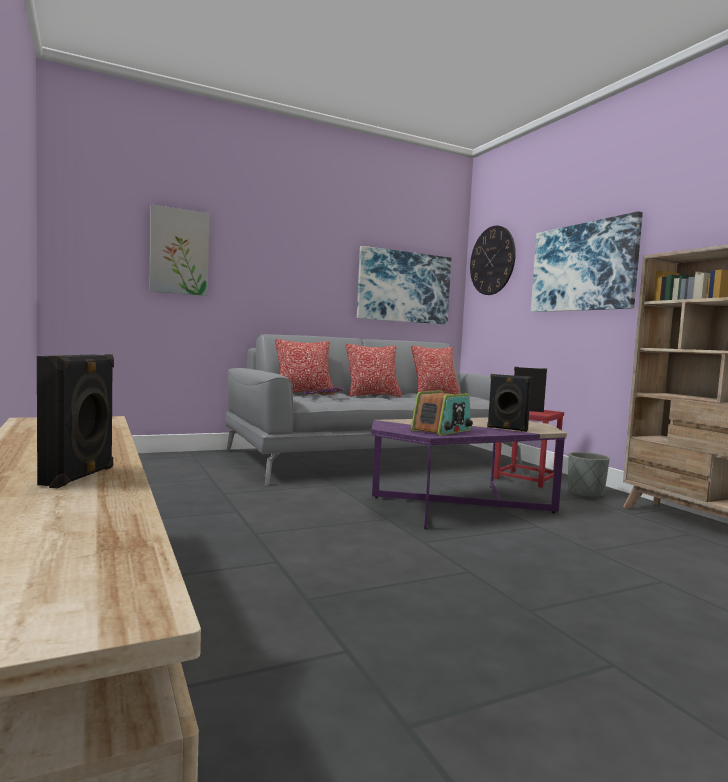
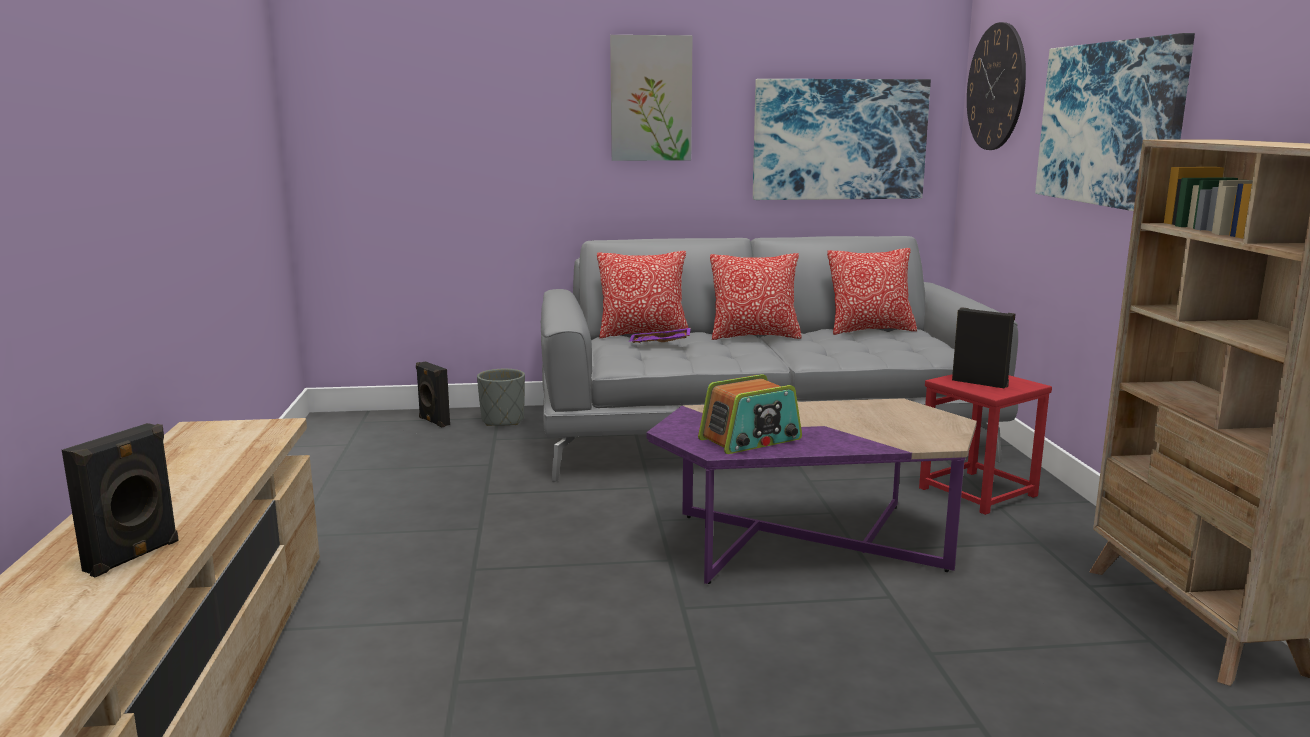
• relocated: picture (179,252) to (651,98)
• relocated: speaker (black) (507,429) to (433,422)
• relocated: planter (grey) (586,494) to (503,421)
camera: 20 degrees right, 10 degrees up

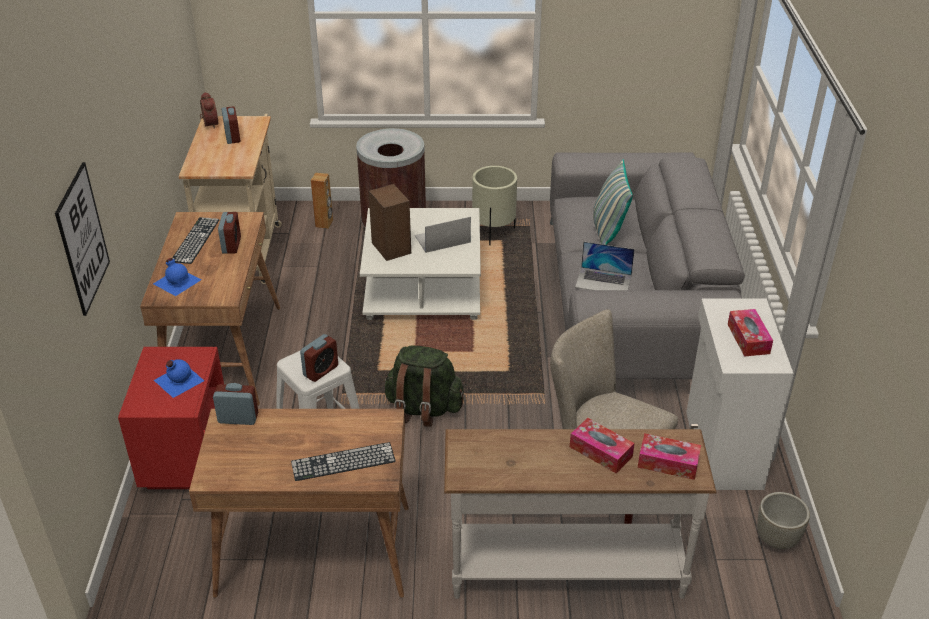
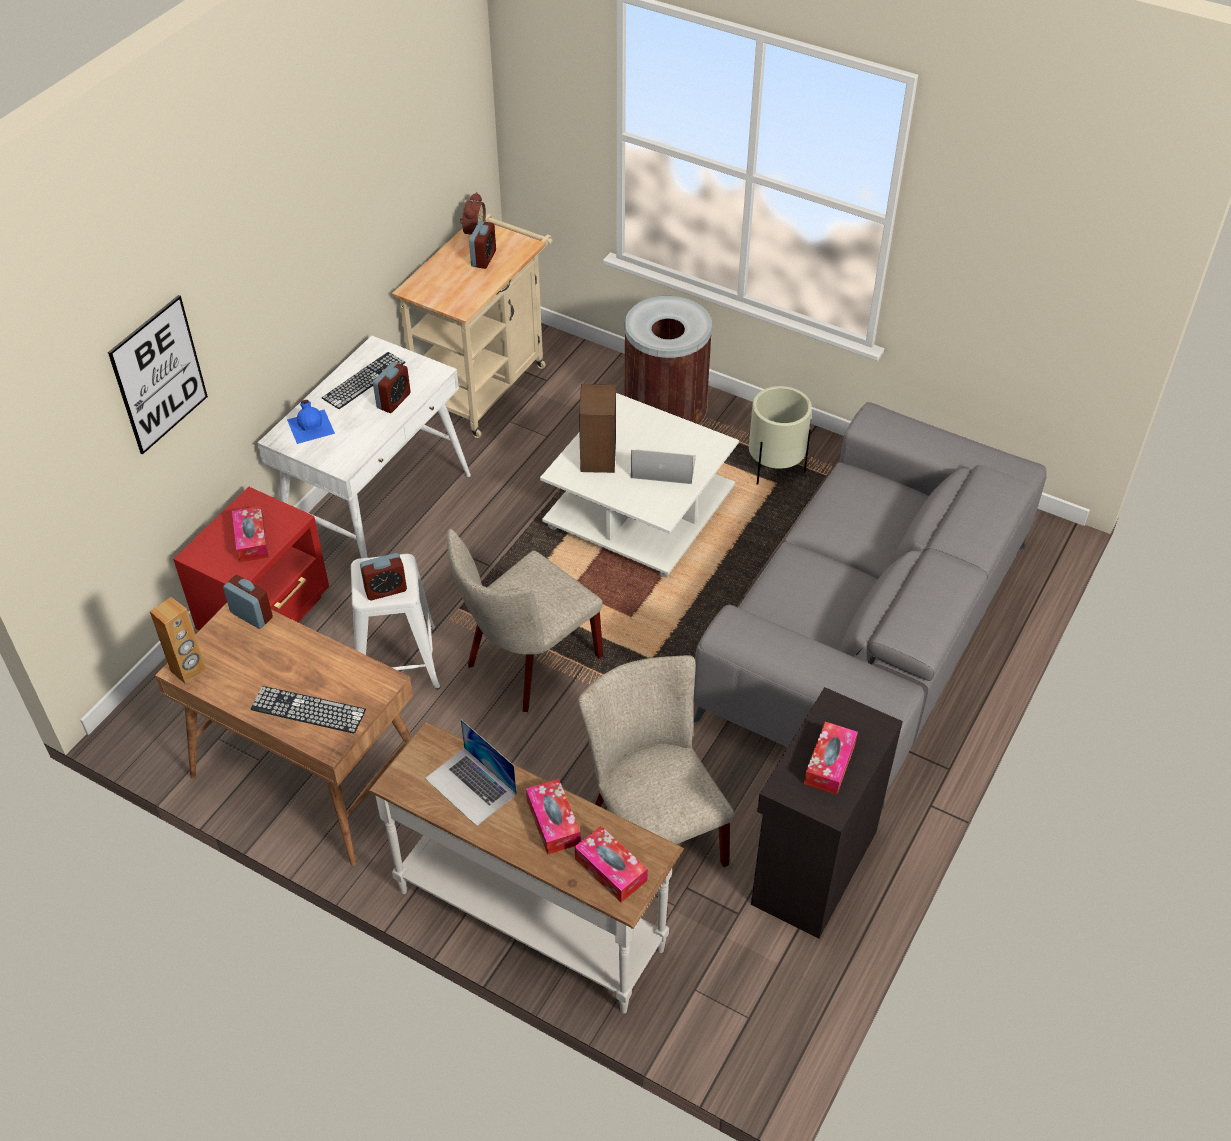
• colour: desk (brown) (223,354) to desk (white) (377,509)
• exchanged: bottle (blue) (178,380) to tissue box (252,540)
• relocated: speaker (brown) (324,223) to (188,670)
• exchanged: backpack (green) (423,409) to chair (beige) (527,664)
• relocated: laptop (603,281) to (471,786)
• missing: pillow (608,230)
• colour: cabinet (white) (721,450) to cabinet (black) (811,867)
• missing: planter (grey) (776,539)
camera: 30 degrees right, 10 degrees up

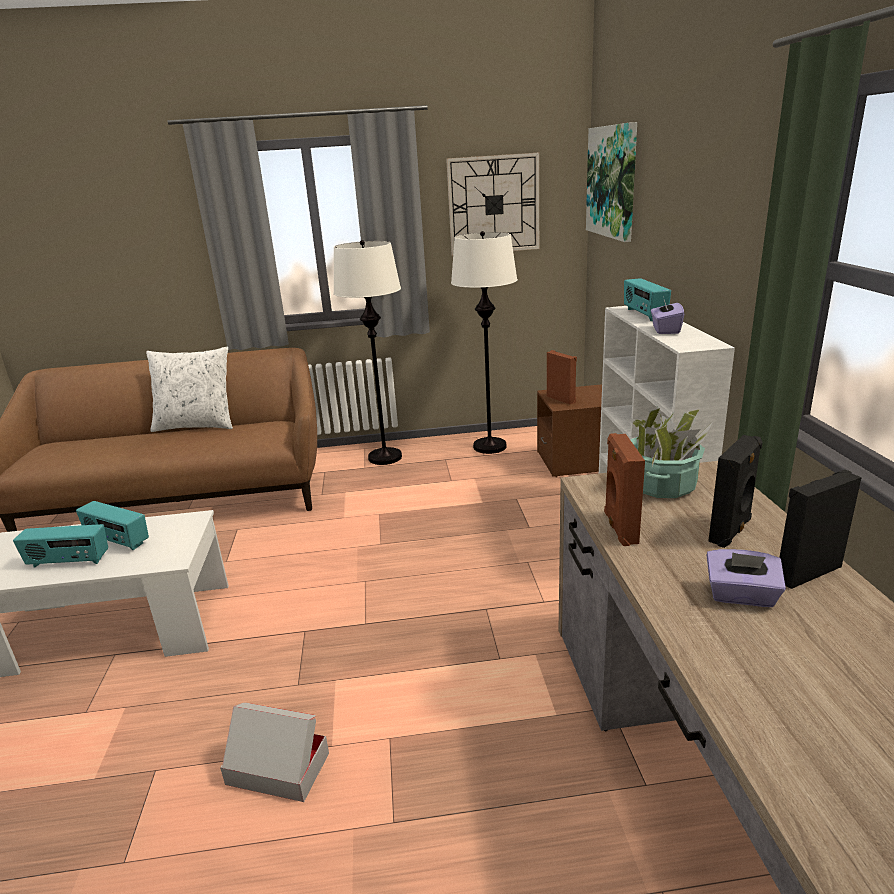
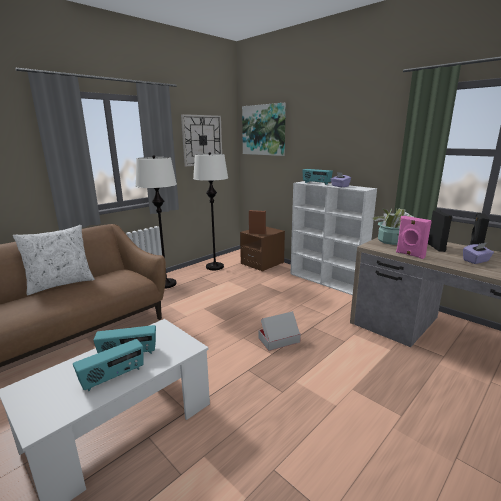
• relocated: cardboard box (277,768) to (279,340)
• colour: speaker (brown) (619,528) to speaker (pink) (409,255)
camera: 40 degrees left, 5 degrees down

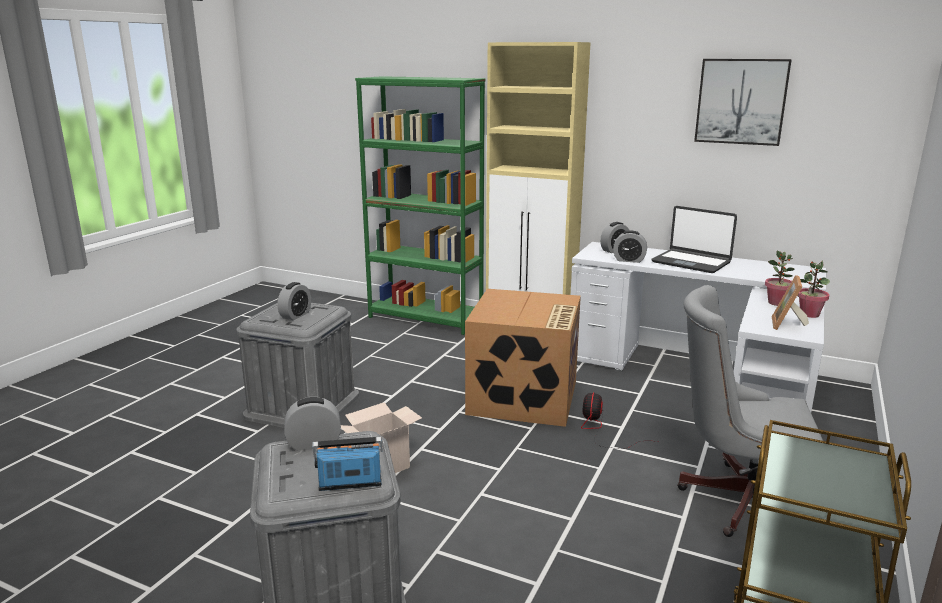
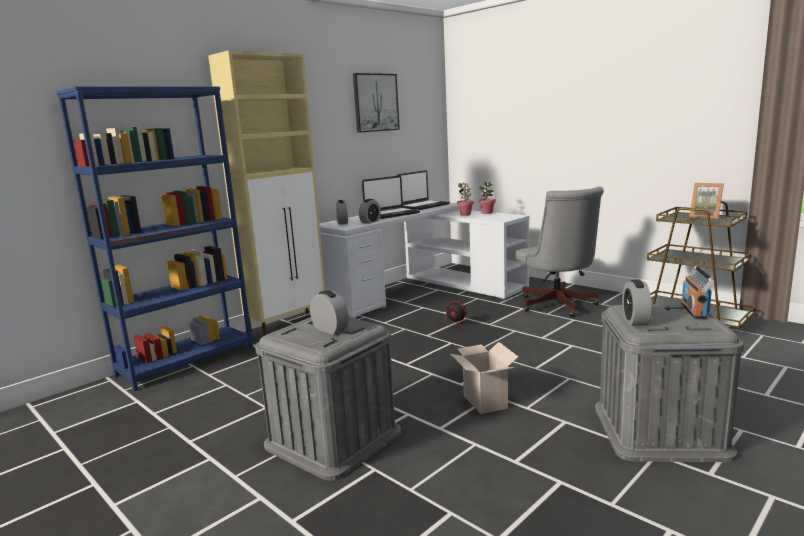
• colour: bookcase (green) (426,318) to bookcase (blue) (187,361)
• missing: cardboard box (524,398)
• spun: office chair (grey) (738,499) = (558,306) 45 degrees counterclockwise
• relocated: picture frame (788,325) to (705,218)
• appeared: laptop (423,206)
camera: 70 degrees left, 5 degrees down

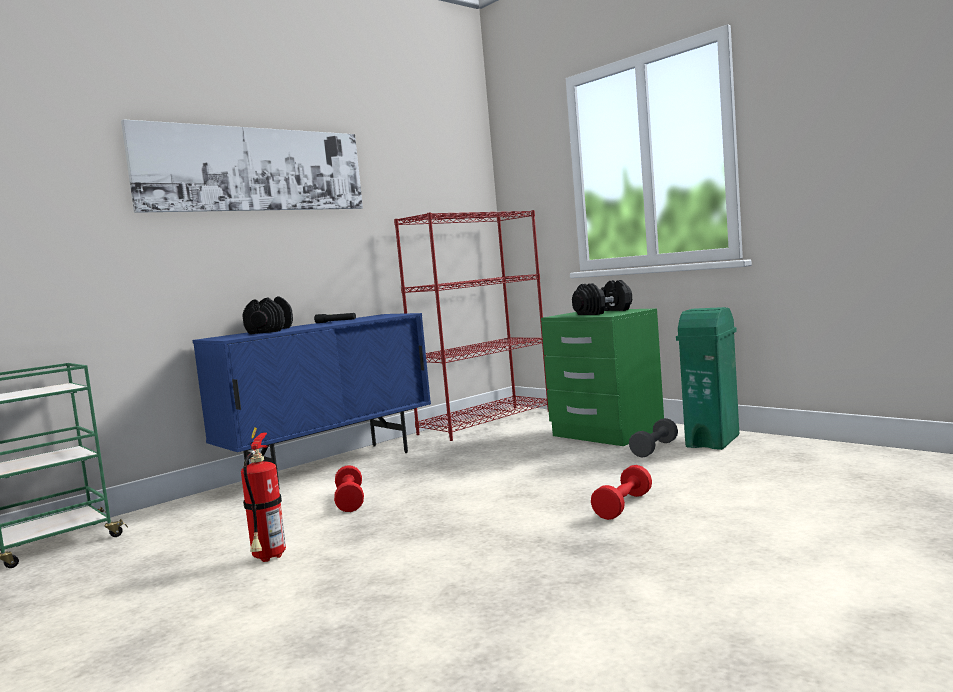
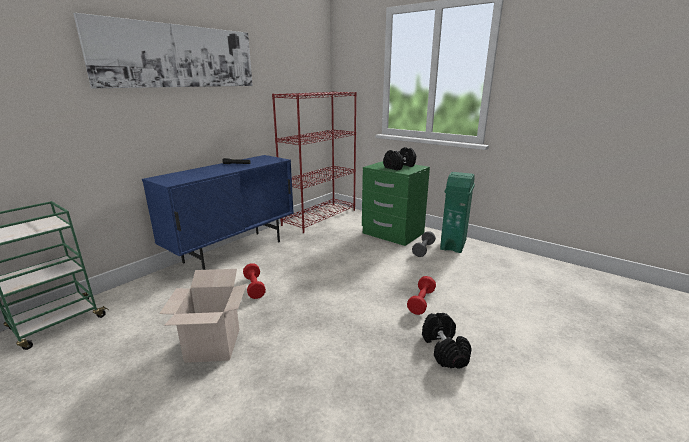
• exchanged: fire extinguisher (268,559) to cardboard box (213,345)
• relocated: dumbbell (black) (270,330) to (443,349)
camera: 10 degrees left, 15 degrees up

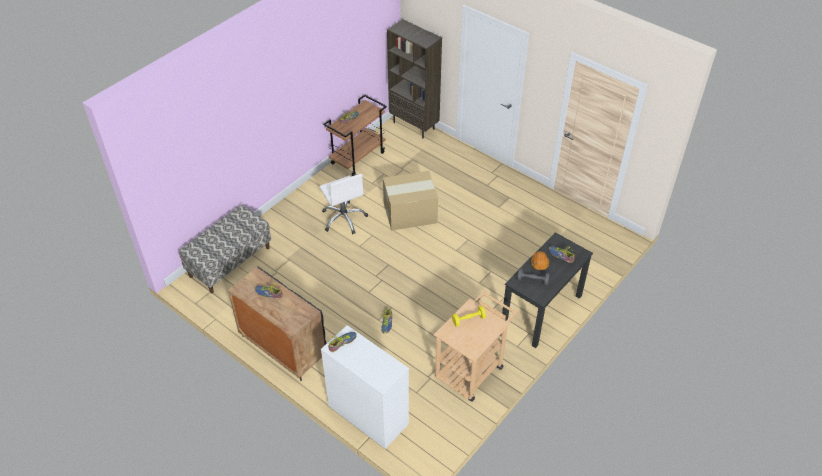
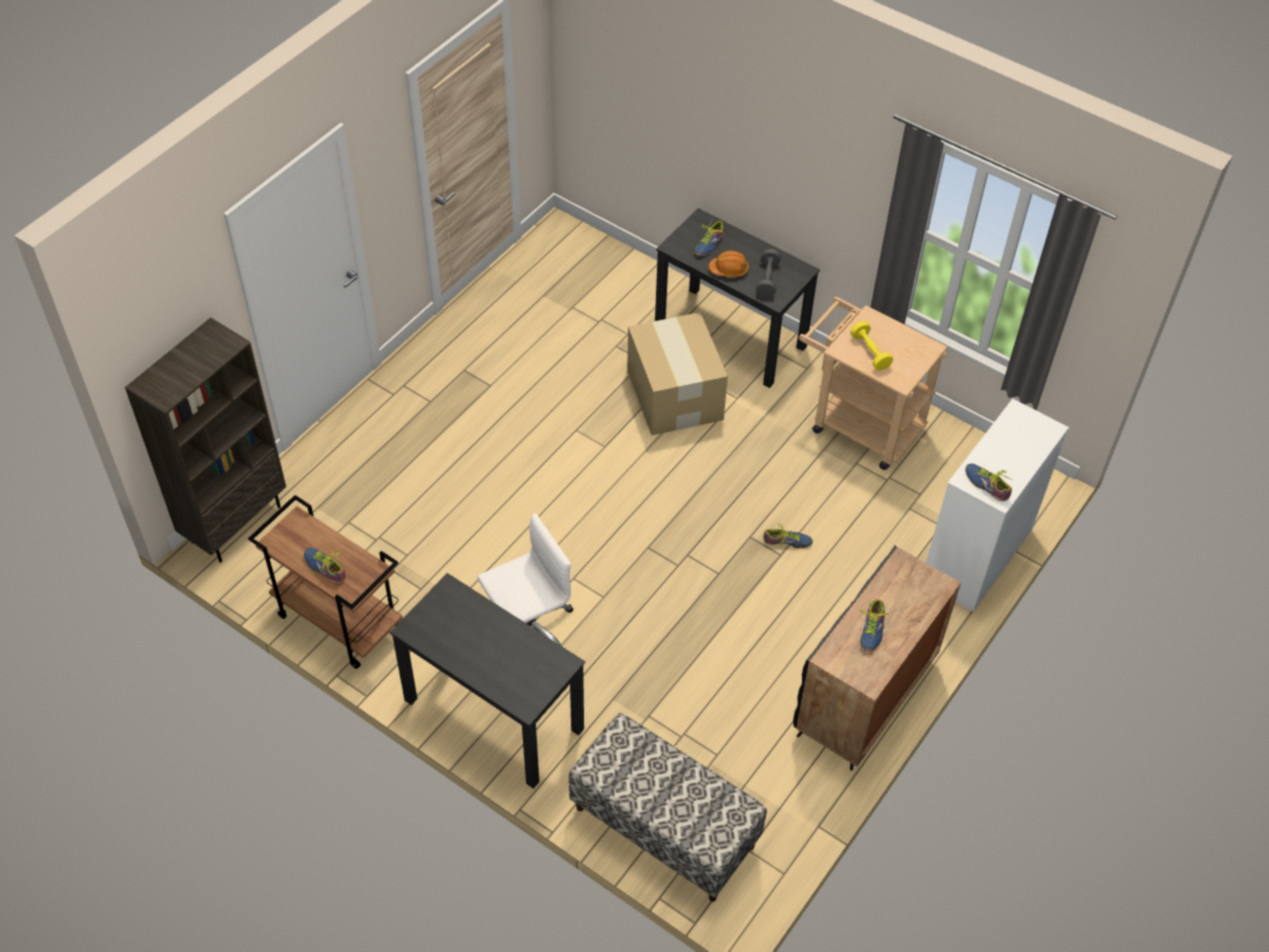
• relocated: cardboard box (411,213) to (675,394)
• appeared: desk (black) (493,714)
camera: 95 degrees left, 5 degrees up

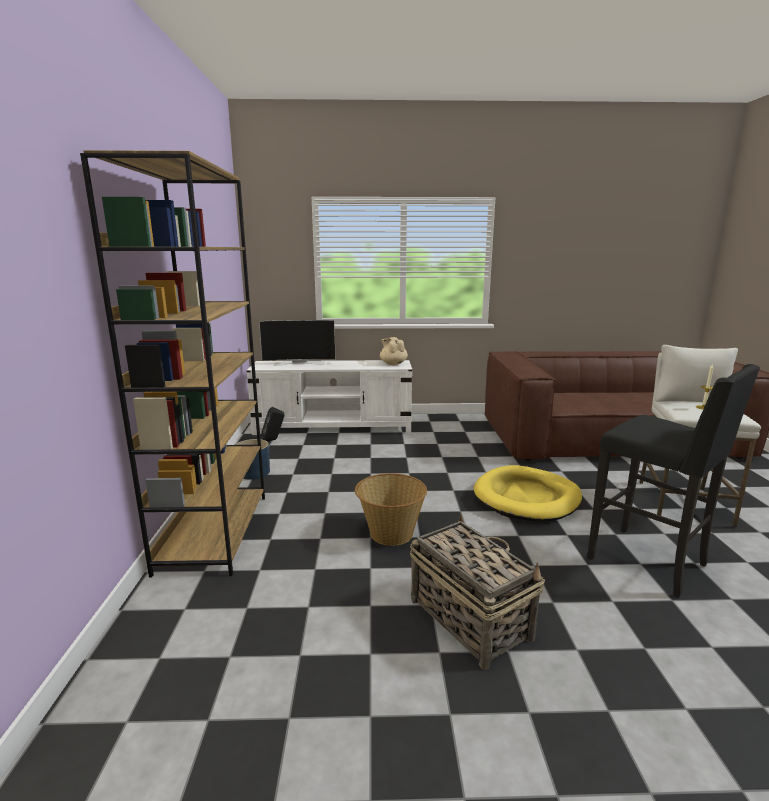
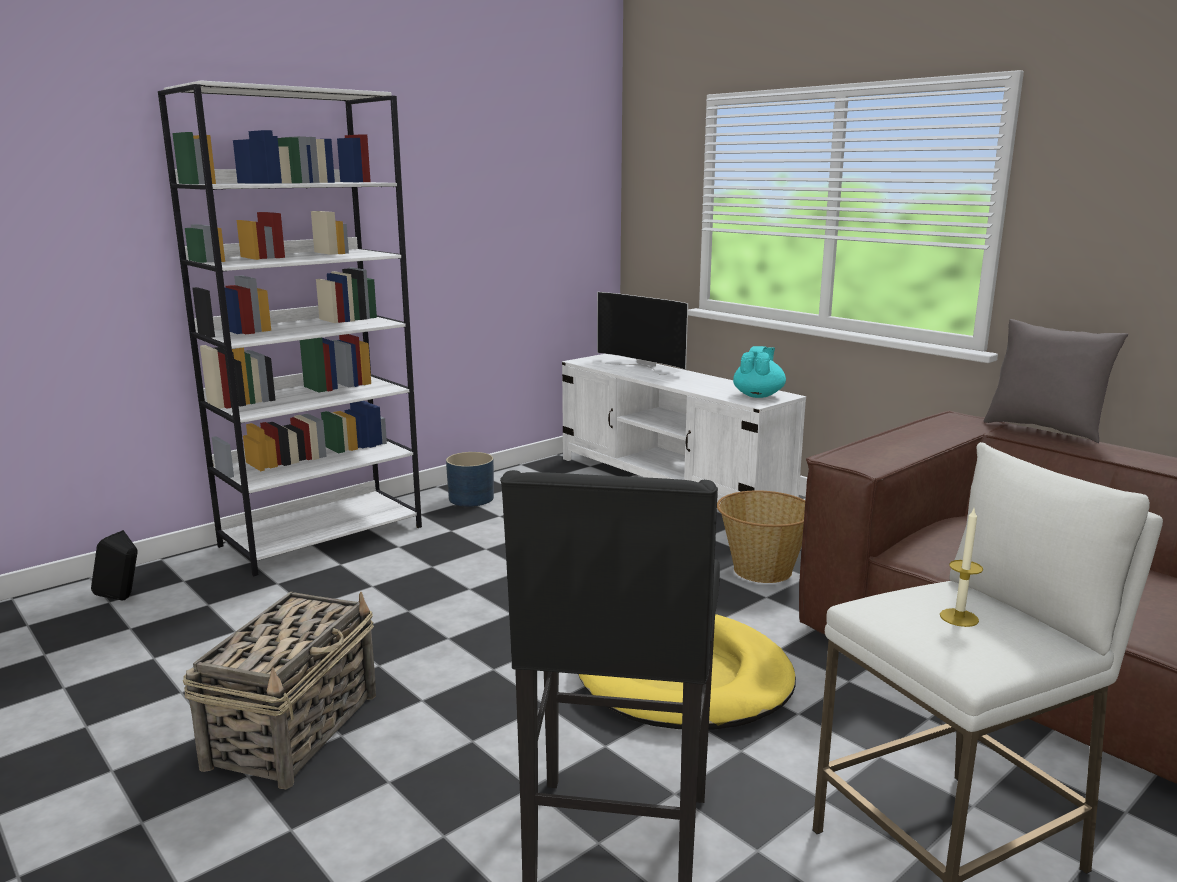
• colour: bookcase (brown) (214,532) to bookcase (white) (323,536)
• relocated: speaker (black) (274,440) to (123,599)
• relocated: basket (390,533) to (761,570)
• colour: teapot (beige) (393,364) to teapot (turquoise) (758,395)
• appeared: pillow (grey) (1044,429)
camera: 50 degrees right, 0 degrees up

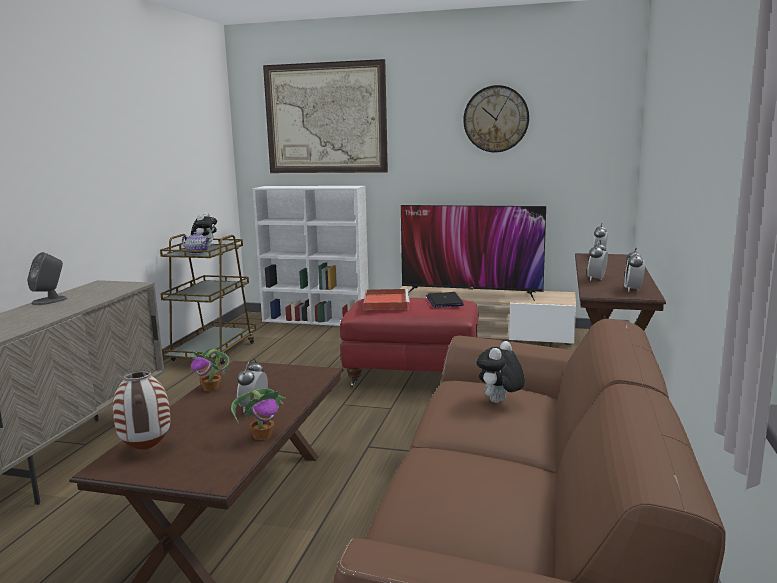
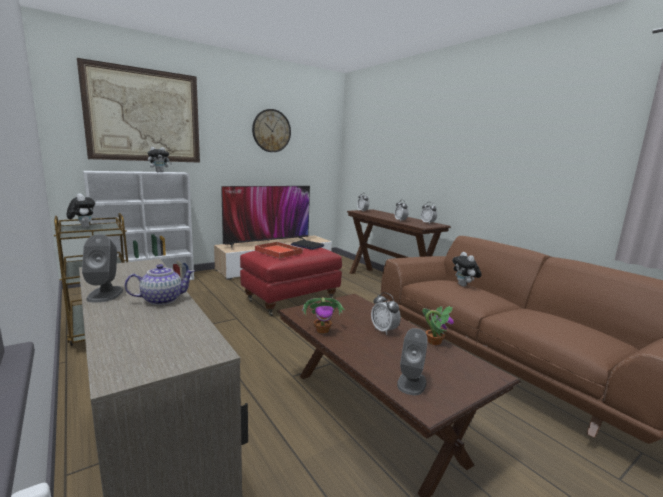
• exchanged: vase (147,449) to speaker (grey) (411,382)
• relocated: teapot (197,252) to (161,300)
• appeared: plush toy (160,172)
camera: 50 degrees left, 0 degrees up

